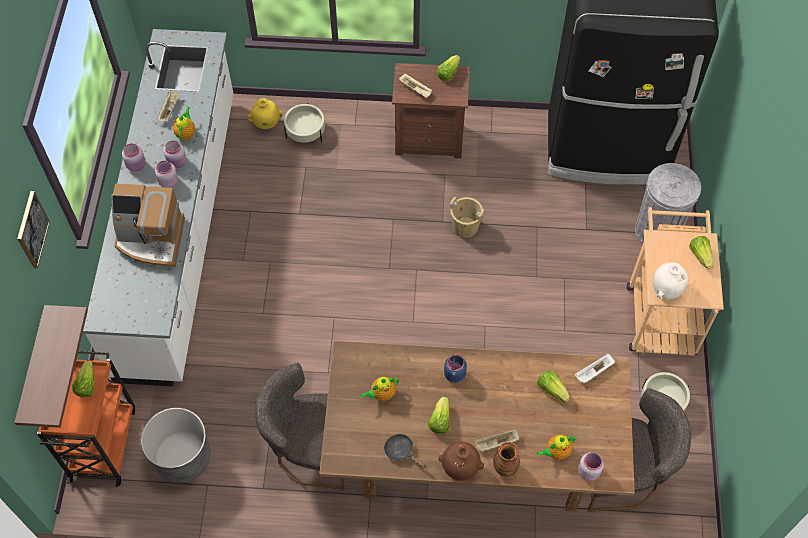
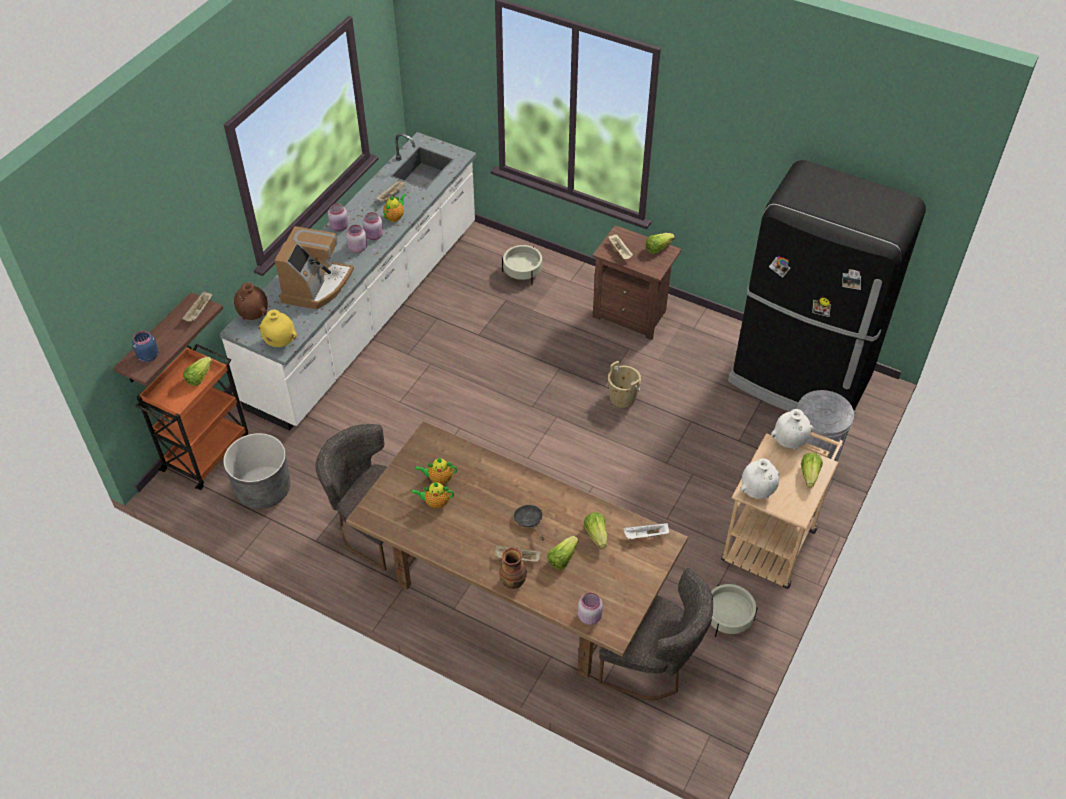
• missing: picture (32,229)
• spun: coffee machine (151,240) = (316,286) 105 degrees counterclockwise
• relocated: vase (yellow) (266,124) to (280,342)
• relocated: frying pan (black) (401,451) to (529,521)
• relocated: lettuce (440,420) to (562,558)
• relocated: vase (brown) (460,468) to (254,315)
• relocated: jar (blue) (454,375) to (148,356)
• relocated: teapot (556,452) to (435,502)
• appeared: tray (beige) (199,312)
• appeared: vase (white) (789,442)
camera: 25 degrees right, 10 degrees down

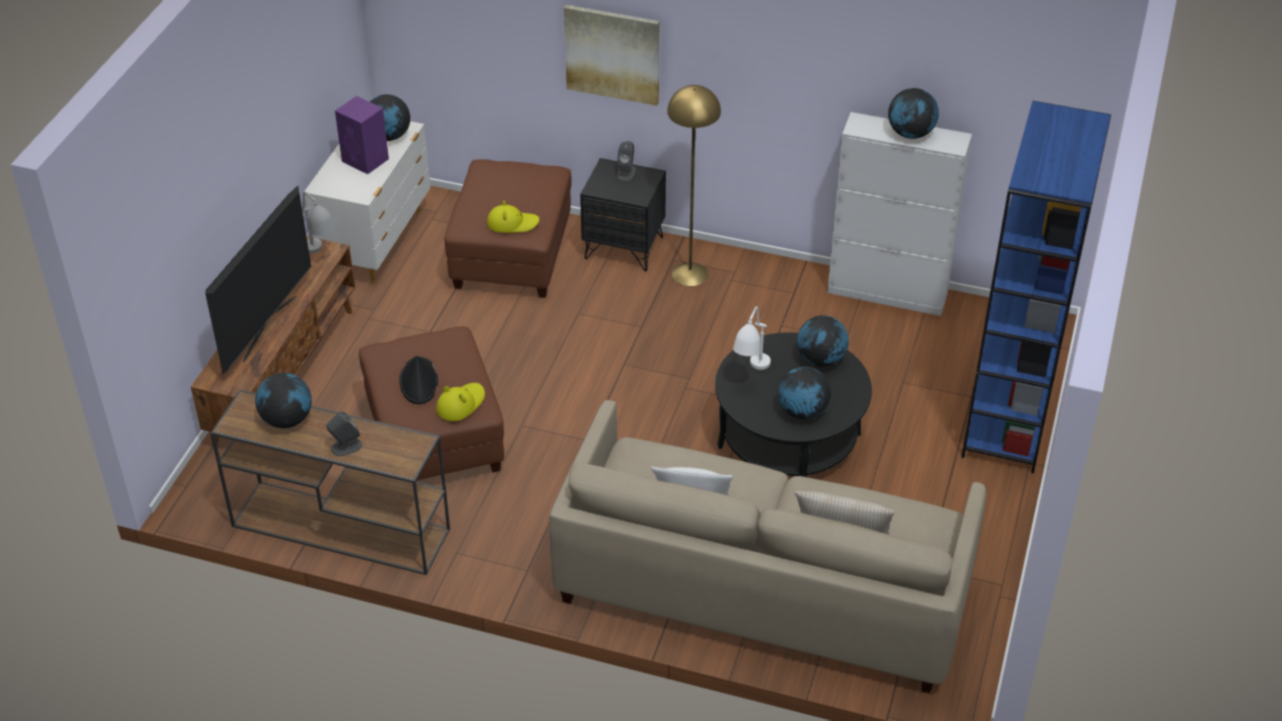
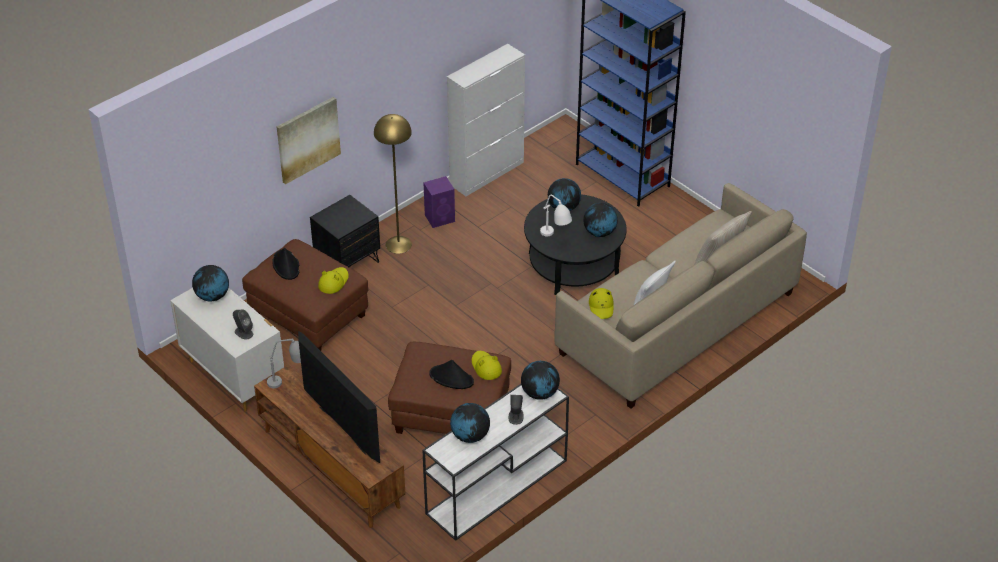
• colour: console table (brown) (338,527) to console table (white) (496,488)
• relocated: speaker (purple) (366,160) to (440,218)
• relocated: speaker (grey) (626,173) to (243,332)
• relocated: globe (911,134) to (540,393)
• appeared: hat (black) (286,265)
• appeared: hat (yellow) (601,306)
camera: 60 degrees left, 0 degrees up

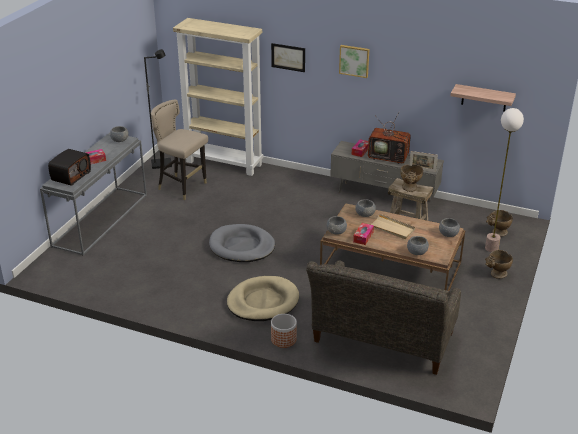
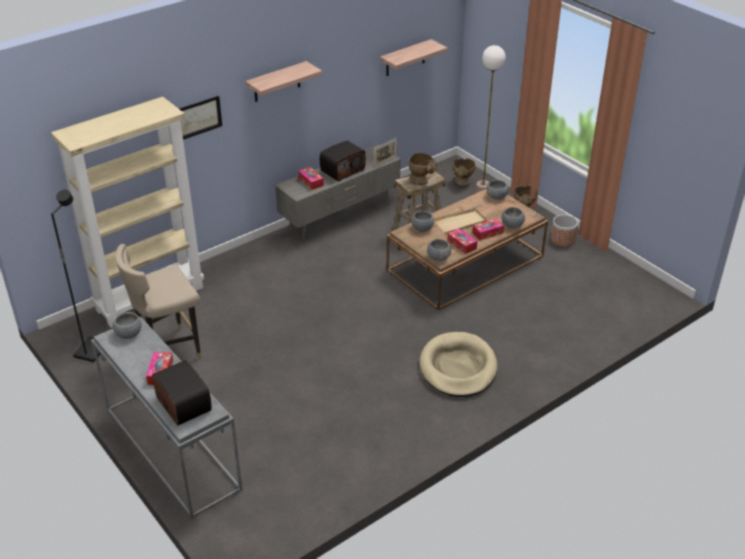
• missing: dog bed (grey) (242,246)
• relocated: planter (283,339) to (562,240)
• missing: sofa (grey) (381,342)
• exchanged: picture (354,60) to shelf (277,82)
• exchanged: television (389,157) to radio (342,170)
• appeared: tissue box (487,233)
camera: 60 degrees left, 5 degrees up

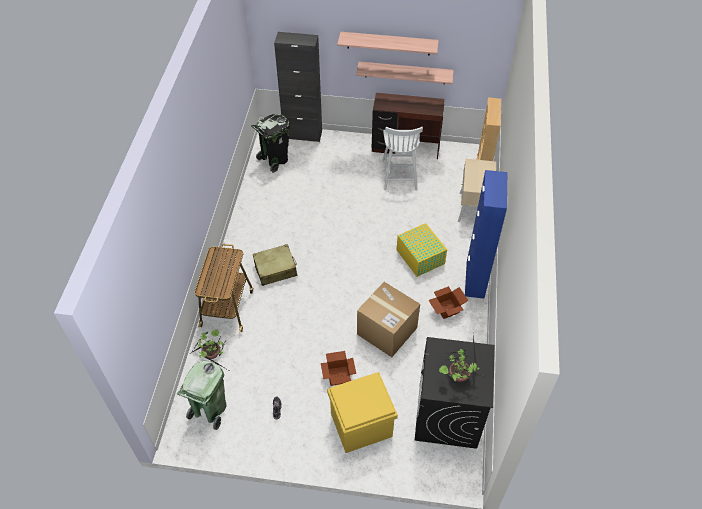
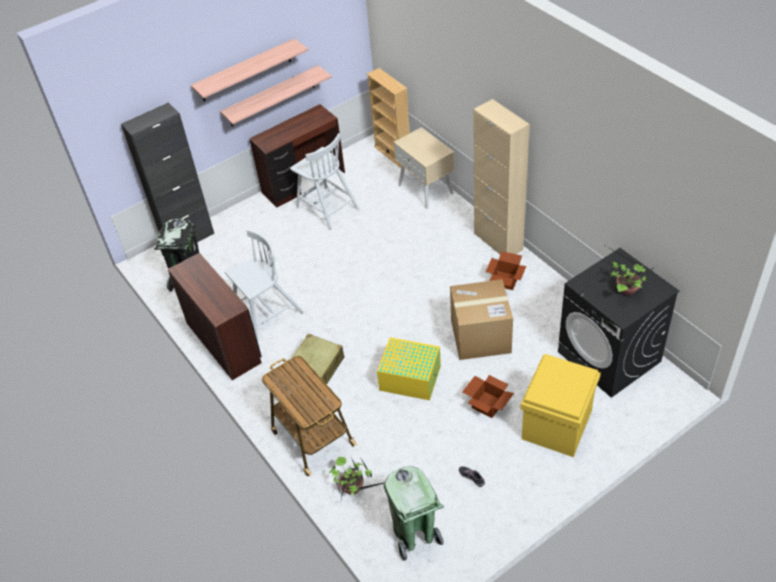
• relocated: storage box (yellow) (420,256) to (409,378)
• colour: cabinet (blue) (475,280) to cabinet (beige) (498,241)
• appeared: desk (brown) (224,341)
• appeared: chair (white) (267,314)
camera: 40 degrees left, 5 degrees down

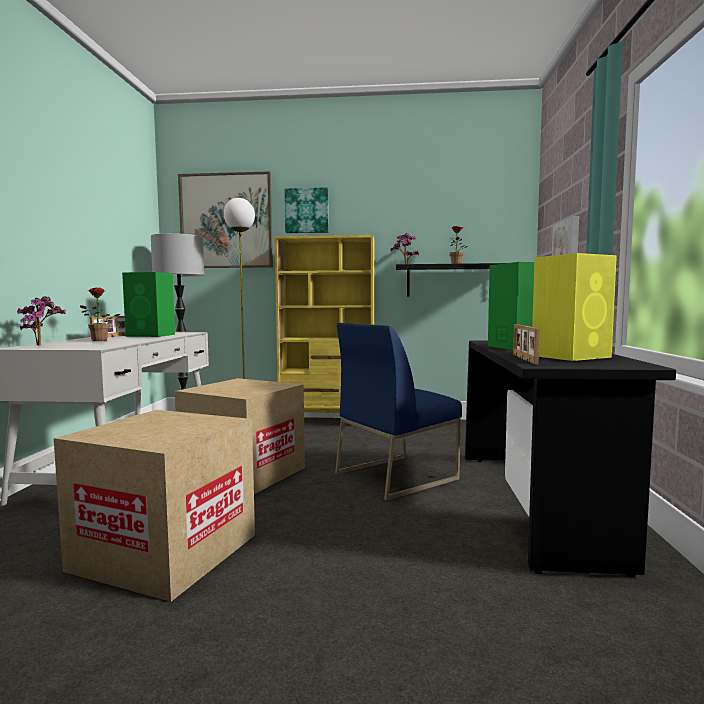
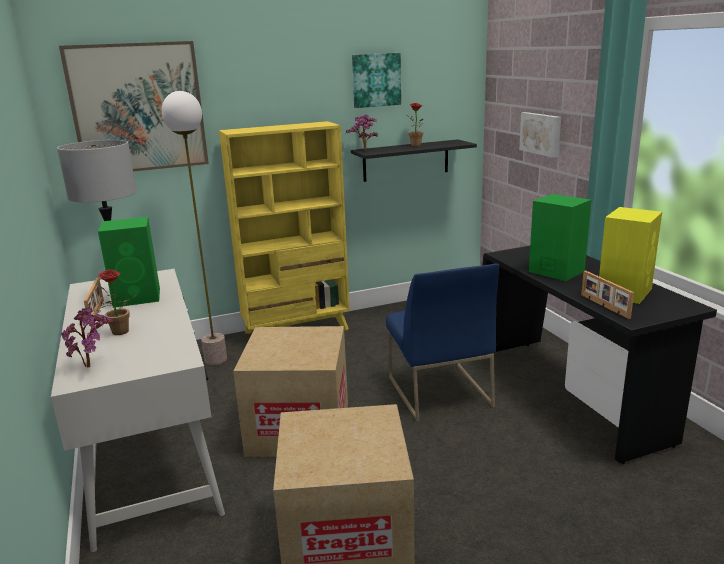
• relocated: picture (307,211) to (376,80)
• spun: chair (blue) (396,476) = (438,391) 45 degrees counterclockwise
camera: 25 degrees left, 15 degrees up

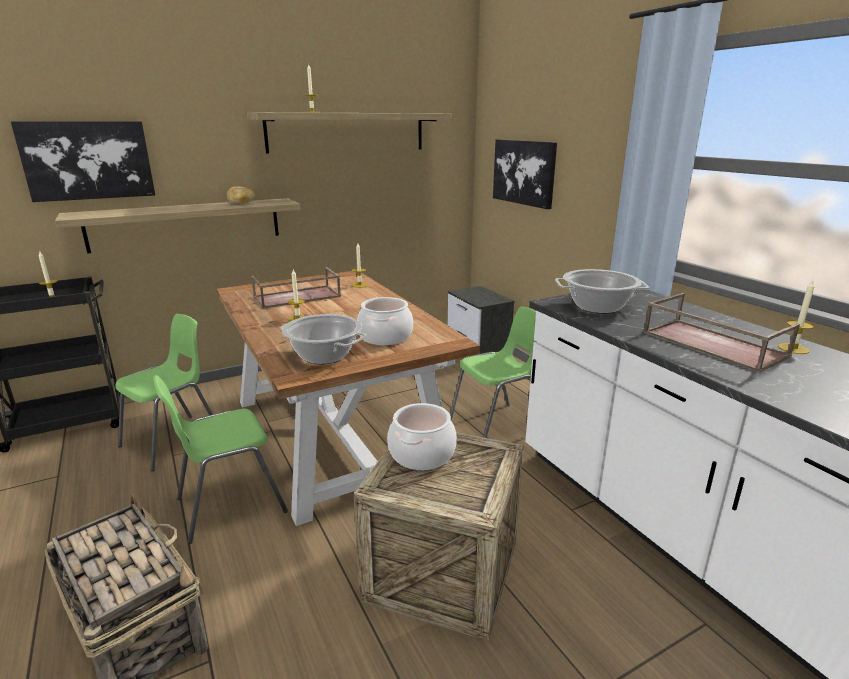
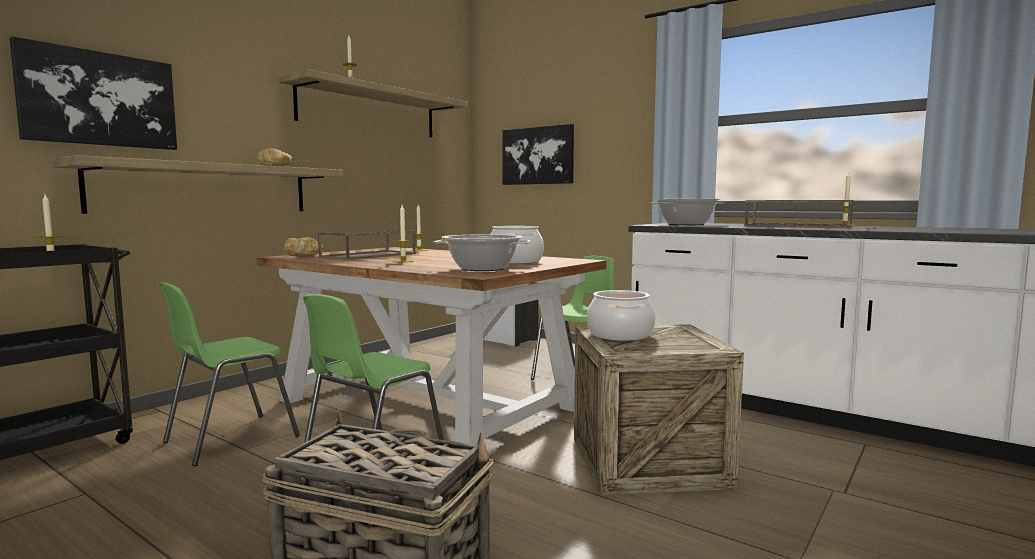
• spun: chair (green) (174,441) = (230,439) 150 degrees counterclockwise
• appeared: bread (303,256)
camera: 25 degrees left, 15 degrees down

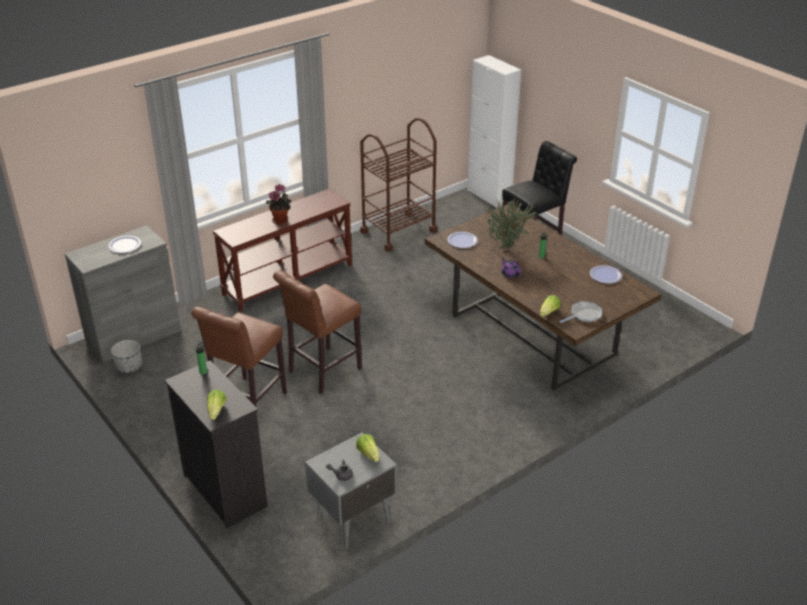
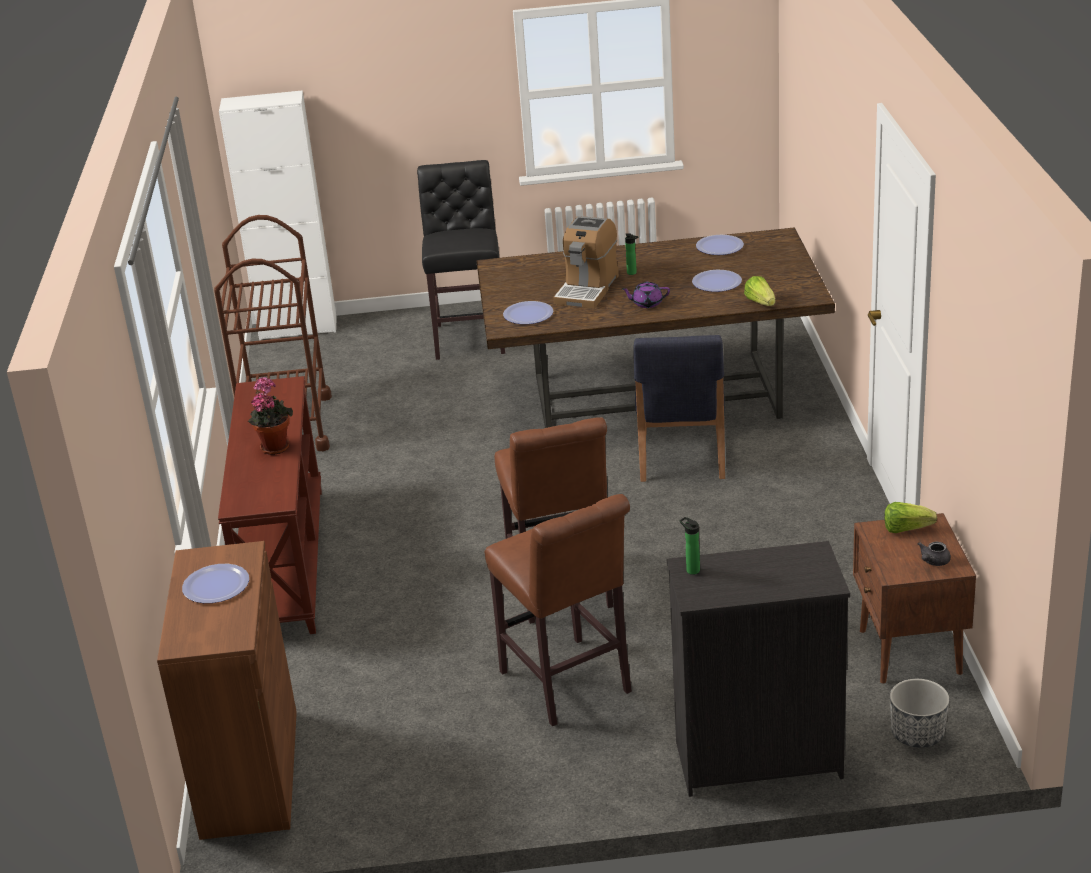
• colour: cabinet (grey) (133,336) to cabinet (brown) (250,773)
• relocated: planter (129,367) to (917,734)
• missing: lettuce (216,411)
• colour: nightstand (grey) (352,520) to nightstand (brown) (909,652)
• exchanged: potted plant (508,249) to coffee machine (587,289)
• missing: frying pan (584,315)
• appeared: chair (blue) (681,456)
• appeared: plate (717,282)
camera: 55 degrees left, 5 degrees down

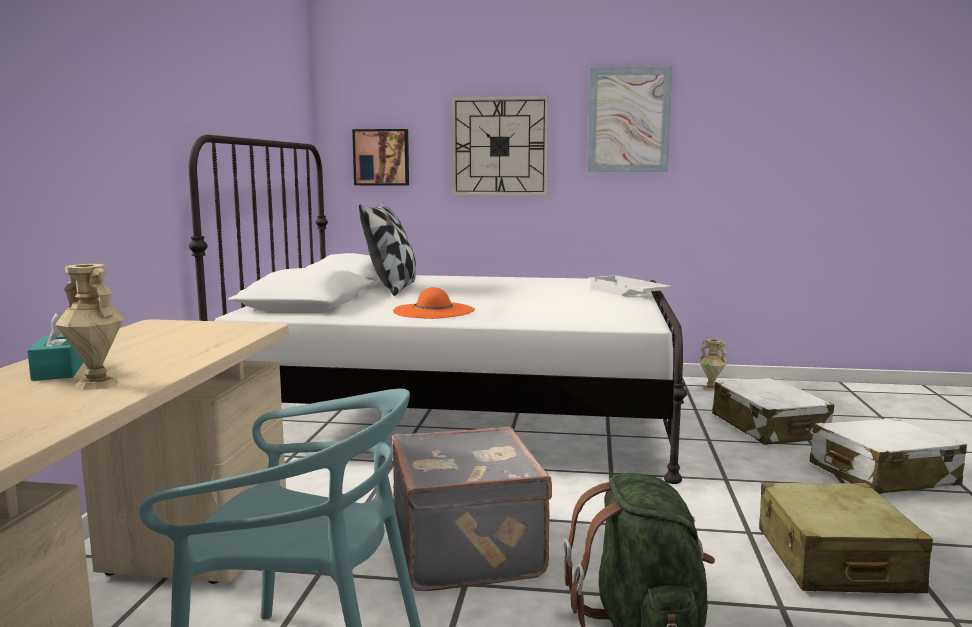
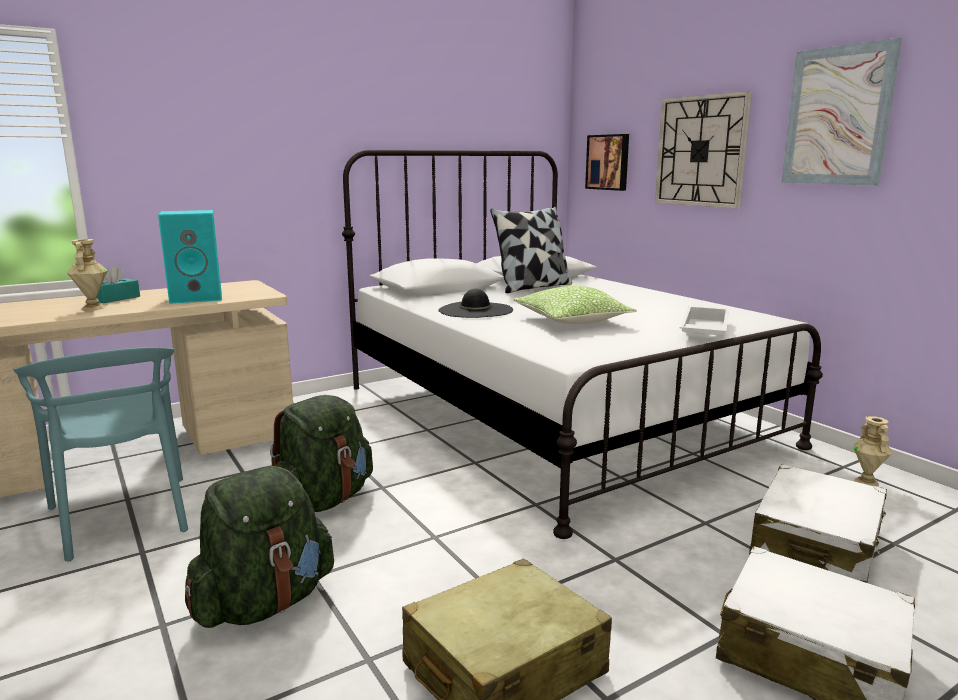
• exchanged: suitcase (grey) (469,548) to backpack (green) (324,500)
• colour: hat (orange) (434,311) to hat (black) (475,310)
• appeared: speaker (turquoise) (198,297)
• appeared: pillow (571,321)
camera: 50 degrees right, 5 degrees up

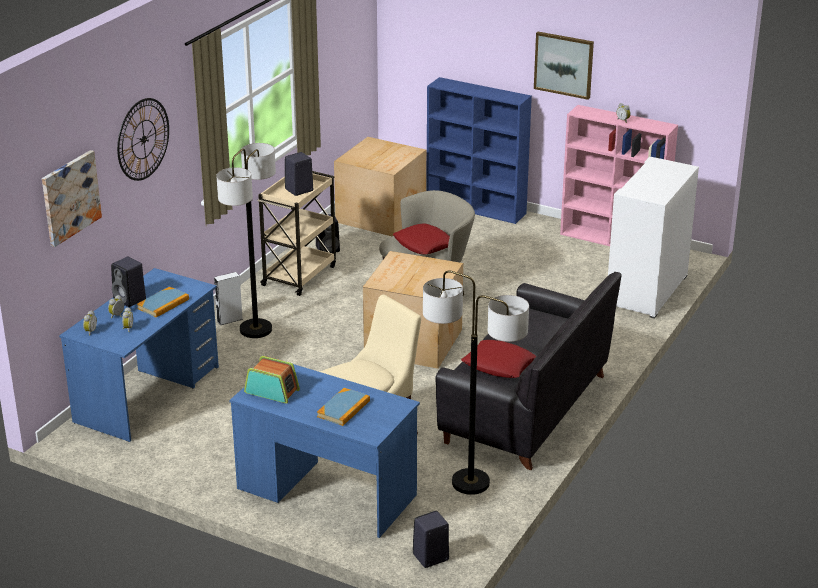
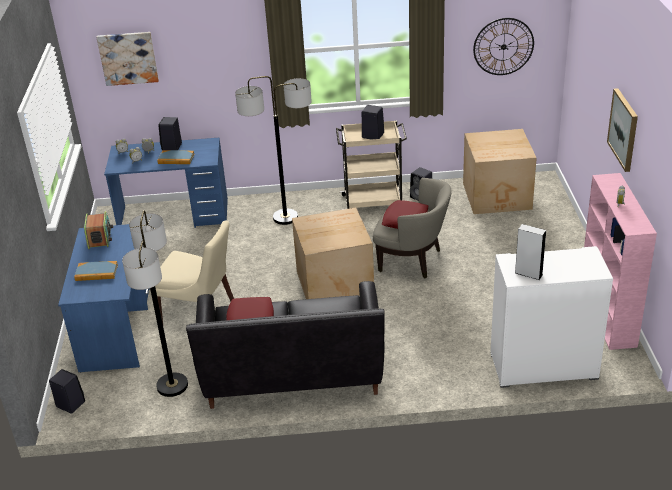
• relocated: wall clock (143,139) to (503,46)
• relocated: speaker (grey) (229,320) to (528,273)
• missing: bookcase (blue) (477,208)
camera: 60 degrees right, 5 degrees up

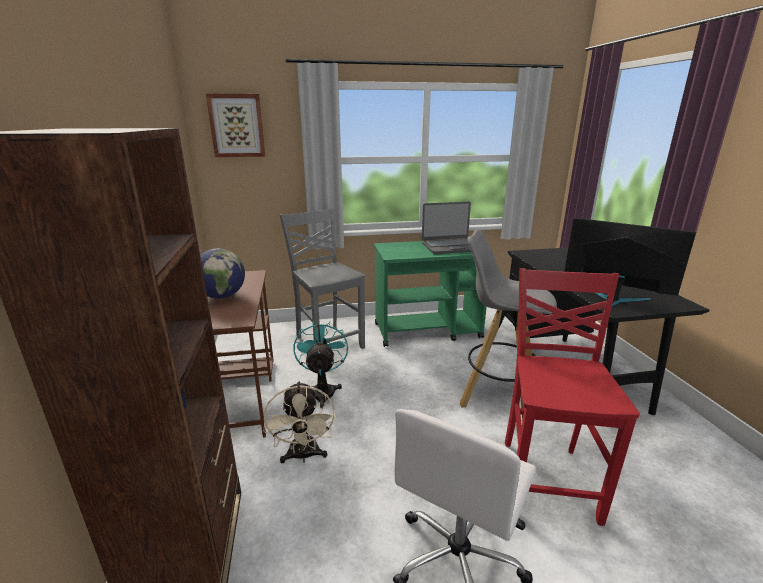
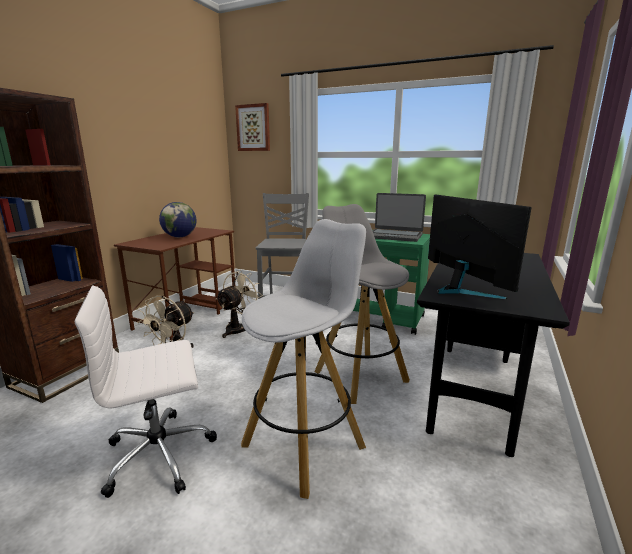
• colour: fan (turquoise) (323,390) to fan (beige) (239,329)
• exchanged: chair (red) (546,478) to stool (white) (304,444)
camera: 35 degrees right, 5 degrees down

